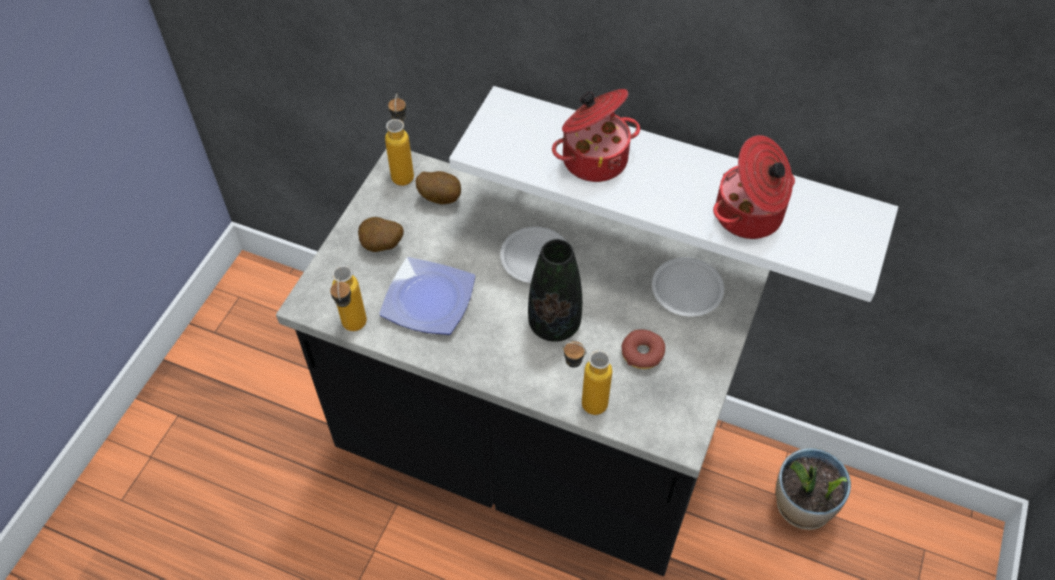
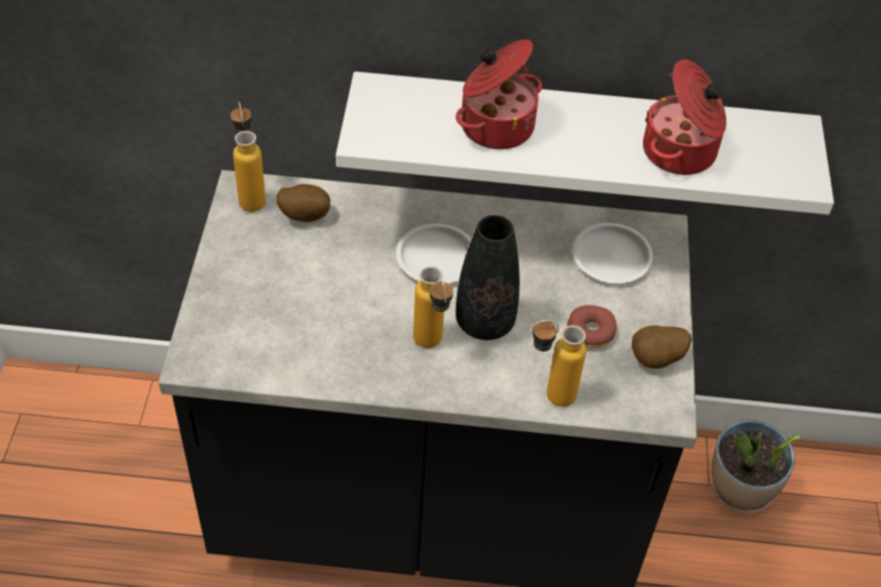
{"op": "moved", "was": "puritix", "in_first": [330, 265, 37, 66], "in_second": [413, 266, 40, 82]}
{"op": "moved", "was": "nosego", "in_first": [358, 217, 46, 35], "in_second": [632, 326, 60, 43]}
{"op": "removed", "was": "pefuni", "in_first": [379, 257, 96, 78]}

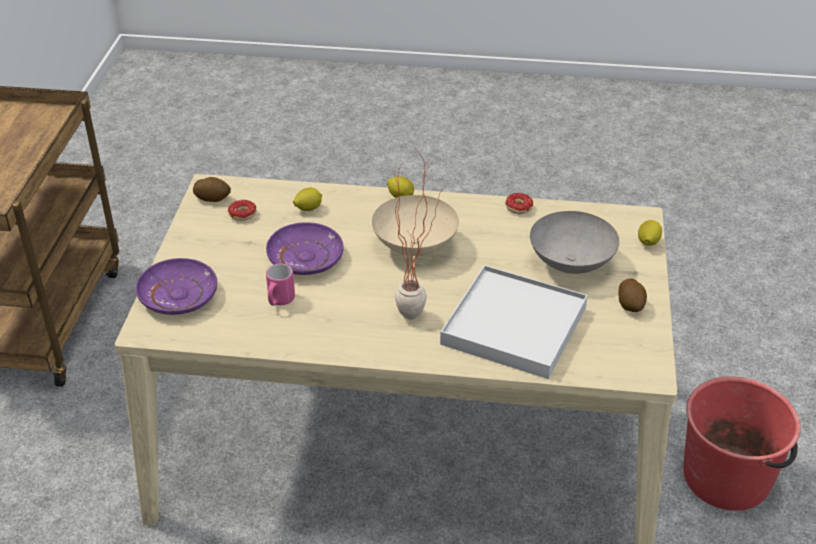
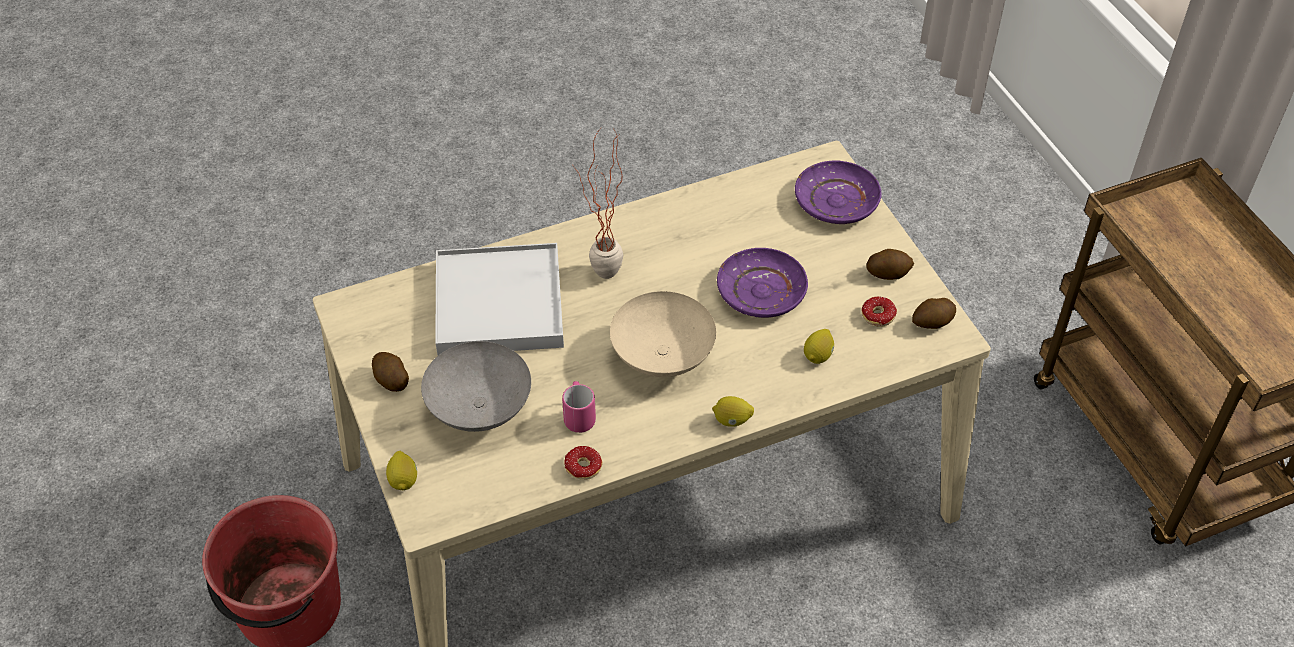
{"op": "moved", "was": "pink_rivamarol", "in_first": [266, 264, 29, 42], "in_second": [562, 381, 34, 52]}
{"op": "added", "now": "nosego", "in_second": [866, 249, 48, 31]}

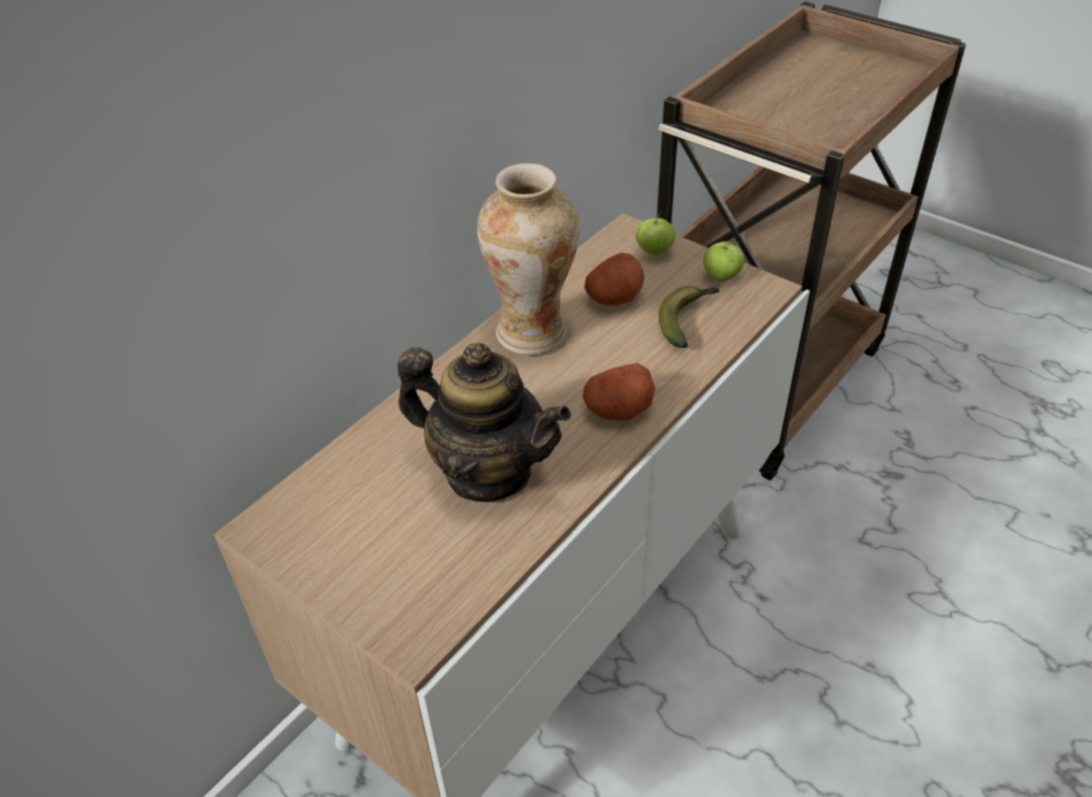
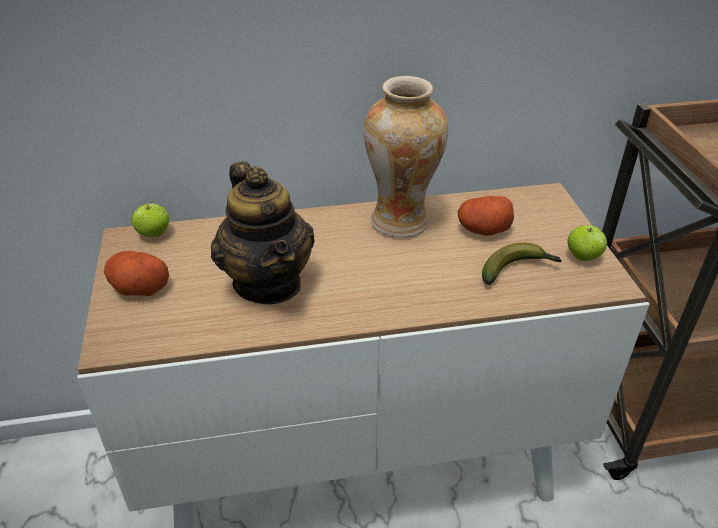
{"op": "moved", "was": "nosego", "in_first": [583, 363, 72, 58], "in_second": [104, 251, 65, 45]}
{"op": "moved", "was": "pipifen", "in_first": [635, 212, 40, 43], "in_second": [132, 201, 37, 36]}

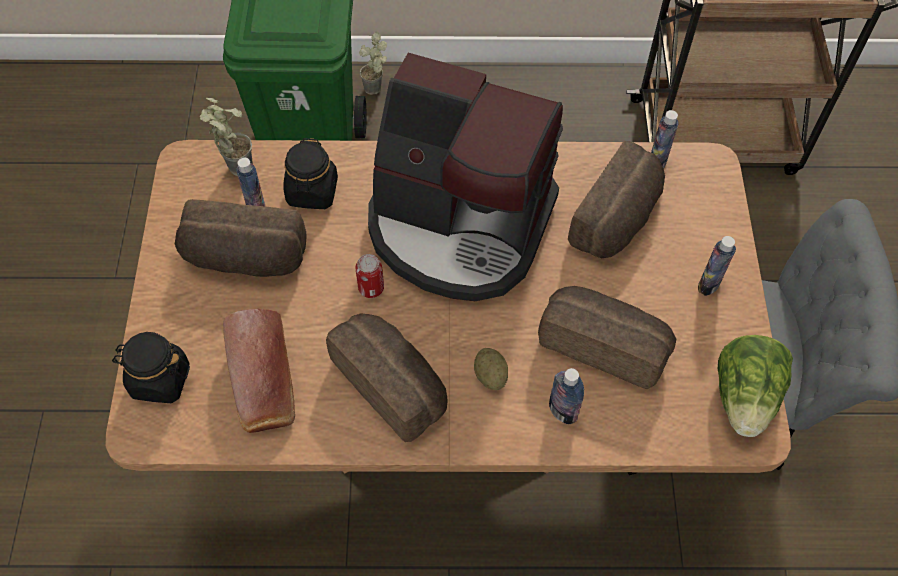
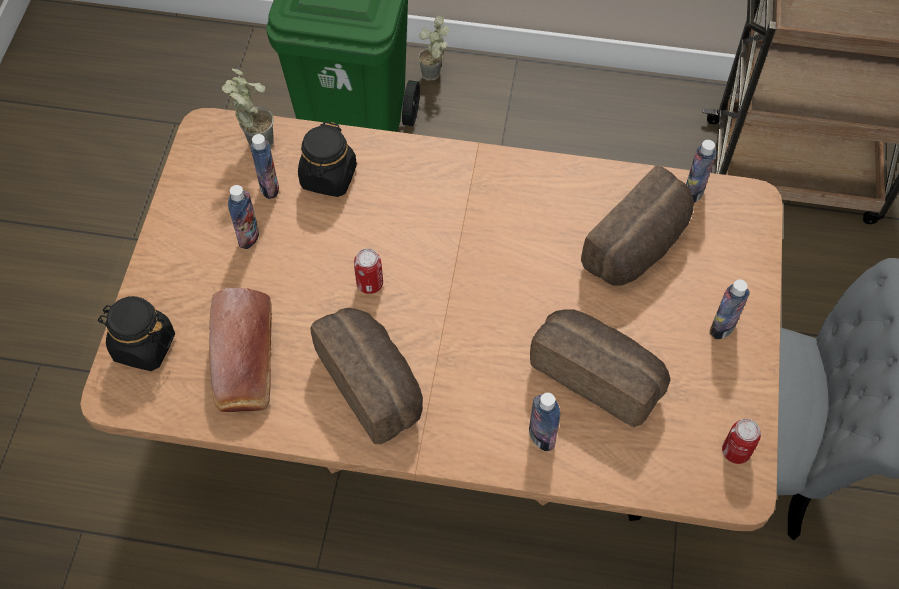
{"op": "replaced", "was": "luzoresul", "now": "puritix", "in_first": [175, 199, 132, 78], "in_second": [228, 185, 31, 64]}
{"op": "replaced", "was": "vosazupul", "now": "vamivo", "in_first": [718, 335, 75, 102], "in_second": [722, 419, 39, 45]}
{"op": "removed", "was": "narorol", "in_first": [368, 53, 195, 248]}
{"op": "removed", "was": "nosego", "in_first": [474, 348, 34, 42]}

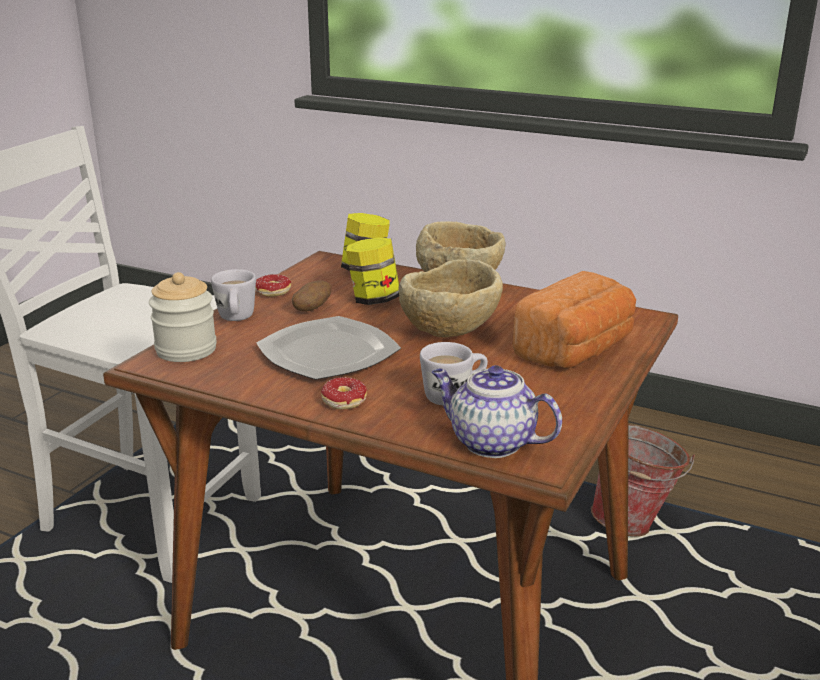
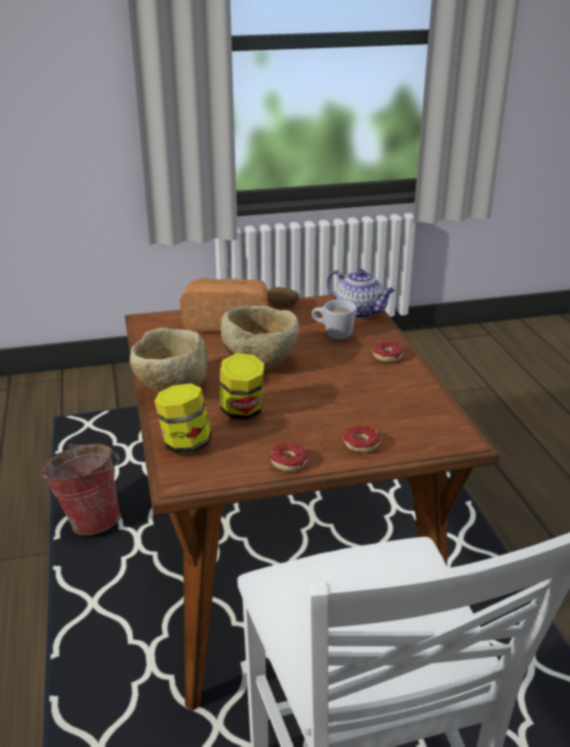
{"op": "moved", "was": "nosego", "in_first": [292, 280, 40, 32], "in_second": [267, 287, 32, 20]}
{"op": "turned", "was": "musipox", "in_first": [432, 365, 130, 93], "in_second": [327, 269, 68, 50], "clockwise": -45}
{"op": "replaced", "was": "white_rivamarol", "now": "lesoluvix", "in_first": [211, 269, 45, 52], "in_second": [344, 426, 37, 27]}
{"op": "removed", "was": "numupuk", "in_first": [149, 272, 68, 90]}
{"op": "removed", "was": "pefuni", "in_first": [257, 316, 144, 64]}

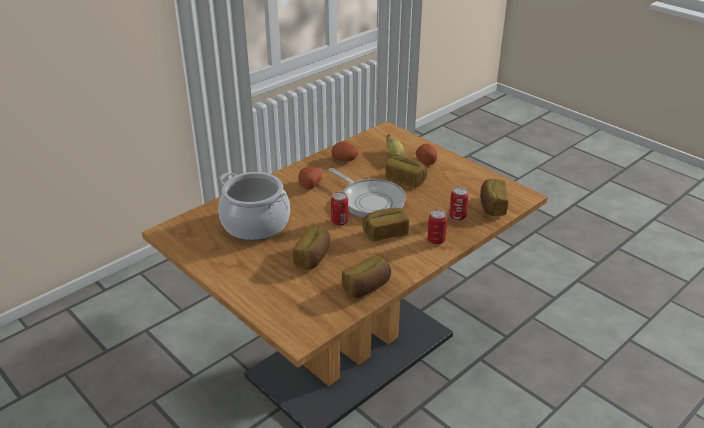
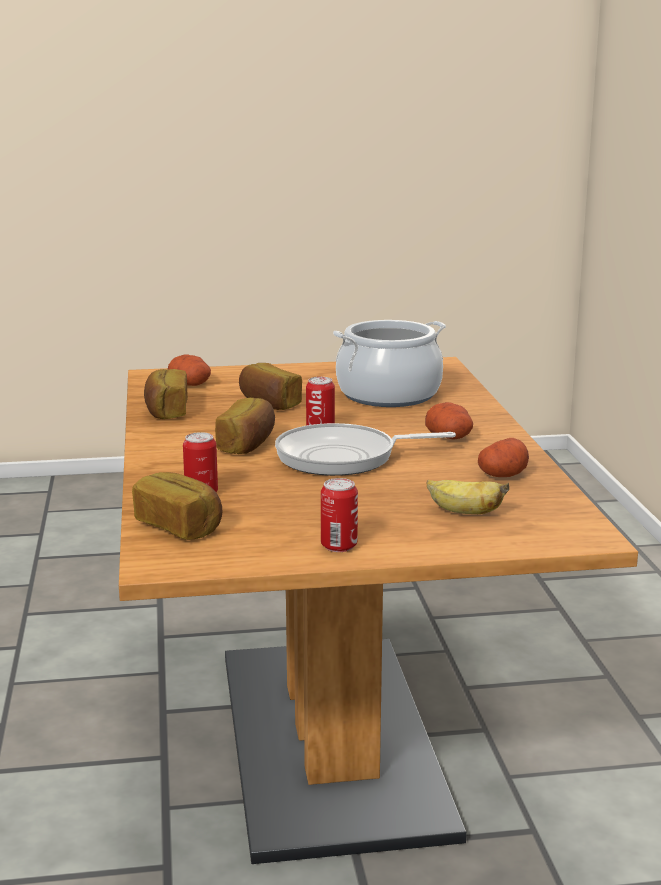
{"op": "moved", "was": "nosego", "in_first": [416, 144, 21, 21], "in_second": [168, 354, 43, 32]}
{"op": "moved", "was": "vamivo", "in_first": [428, 210, 19, 35], "in_second": [321, 478, 37, 74]}
{"op": "removed", "was": "luzoresul", "in_first": [385, 156, 42, 32]}

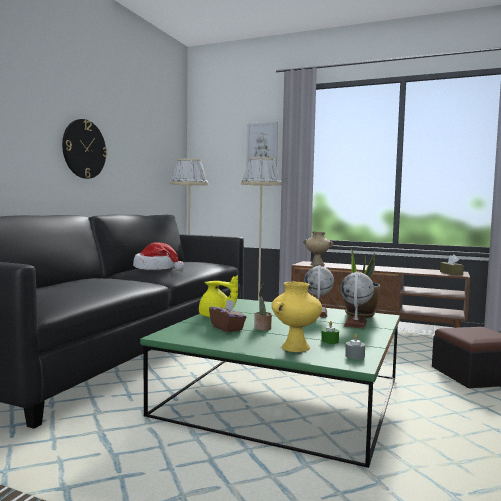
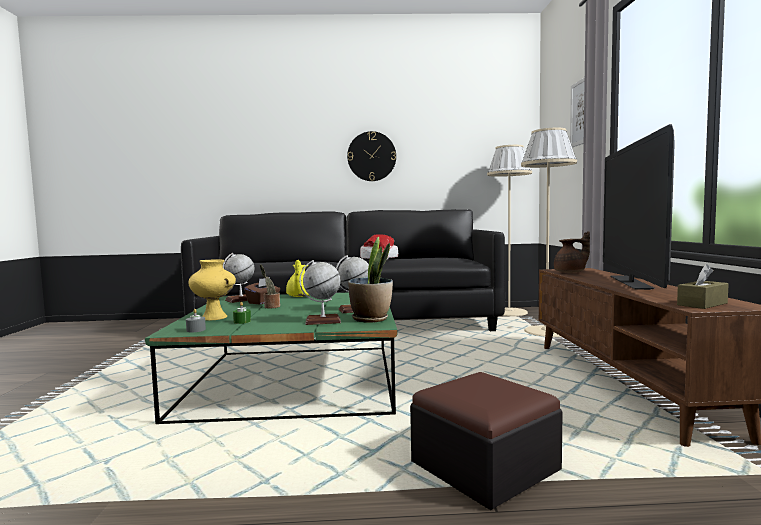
{"op": "added", "now": "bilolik", "in_second": [223, 253, 31, 50]}
{"op": "replaced", "was": "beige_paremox", "now": "brown_musipox", "in_first": [303, 232, 30, 34], "in_second": [554, 231, 36, 41]}
{"op": "added", "now": "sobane", "in_second": [603, 124, 72, 166]}

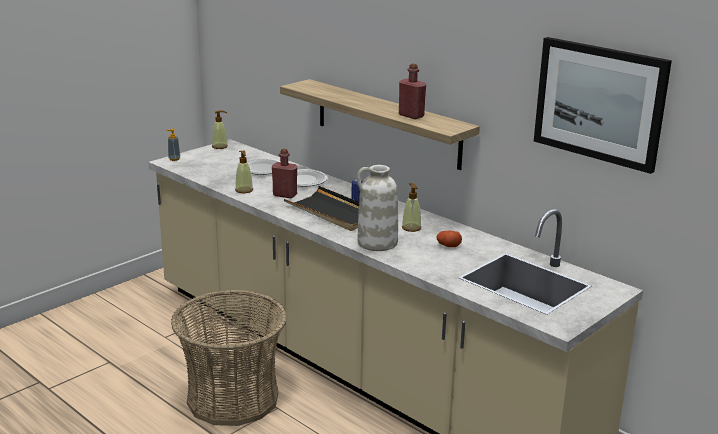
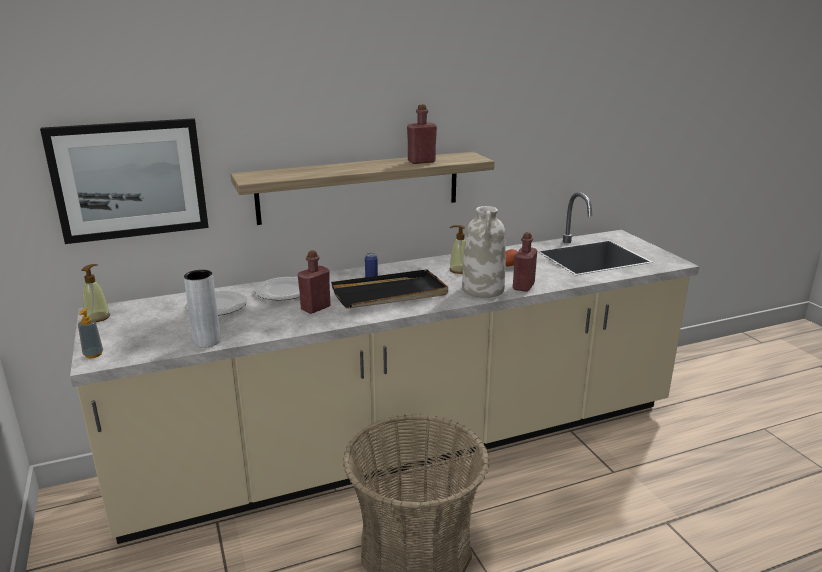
{"op": "moved", "was": "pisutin", "in_first": [534, 37, 138, 137], "in_second": [40, 118, 169, 126]}
{"op": "added", "now": "grey_paremox", "in_second": [184, 270, 37, 78]}
{"op": "added", "now": "red_puritix", "in_second": [513, 232, 24, 60]}
{"op": "removed", "was": "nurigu", "in_first": [235, 150, 18, 43]}

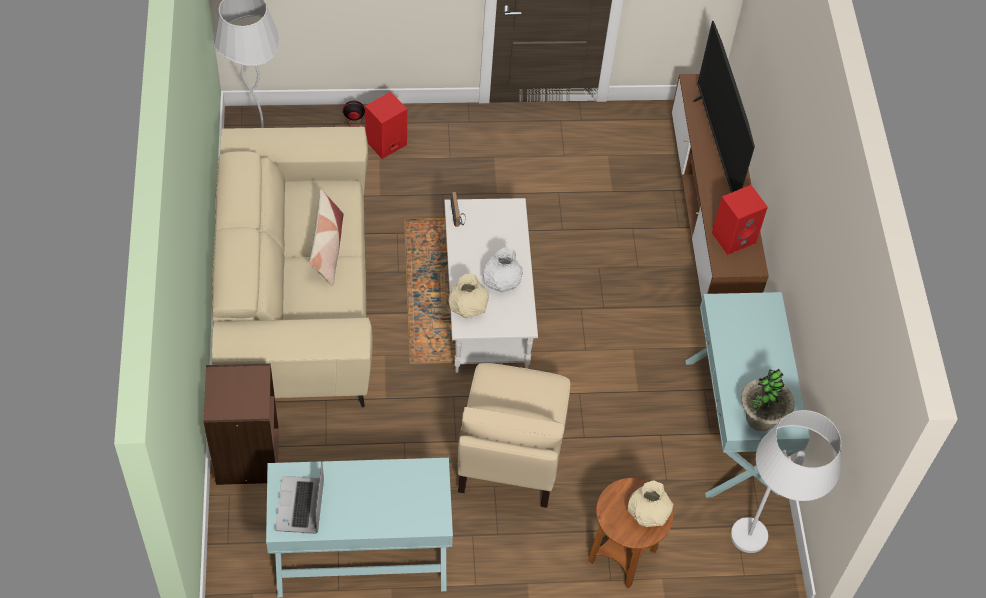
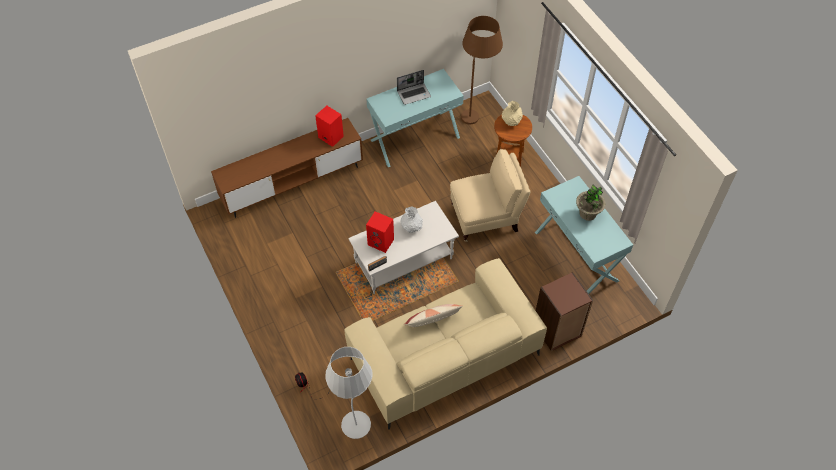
{"op": "moved", "was": "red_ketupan", "in_first": [365, 92, 42, 67], "in_second": [366, 211, 28, 42]}
{"op": "moved", "was": "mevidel", "in_first": [275, 460, 49, 74], "in_second": [397, 70, 34, 35]}
{"op": "recoloured", "was": "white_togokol", "now": "brown_togokol", "in_first": [731, 410, 110, 143], "in_second": [461, 16, 42, 108]}
{"op": "moved", "was": "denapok", "in_first": [741, 369, 54, 62], "in_second": [576, 185, 30, 36]}
{"op": "removed", "was": "beige_paremox", "in_first": [449, 274, 40, 44]}
{"op": "removed", "was": "sobane", "in_first": [693, 21, 62, 172]}

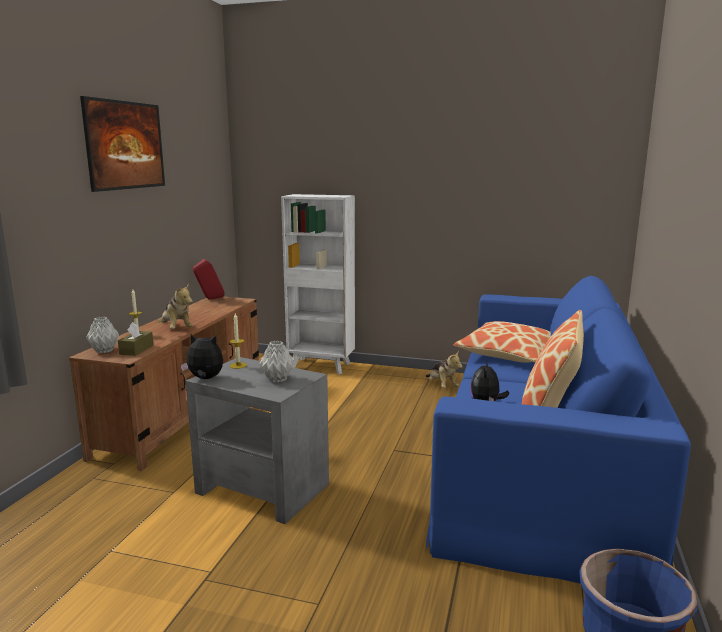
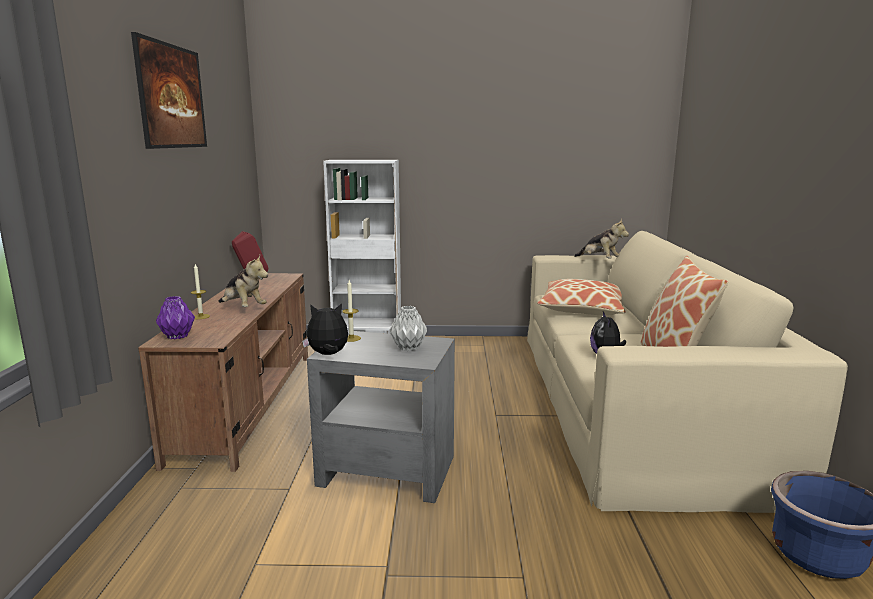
{"op": "recoloured", "was": "grey_paremox", "now": "purple_paremox", "in_first": [86, 317, 33, 36], "in_second": [156, 296, 39, 43]}
{"op": "recoloured", "was": "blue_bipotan", "now": "beige_bipotan", "in_first": [426, 276, 265, 308], "in_second": [527, 231, 321, 282]}
{"op": "moved", "was": "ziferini", "in_first": [426, 351, 37, 37], "in_second": [574, 219, 55, 39]}
{"op": "removed", "was": "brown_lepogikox", "in_first": [118, 322, 35, 34]}

